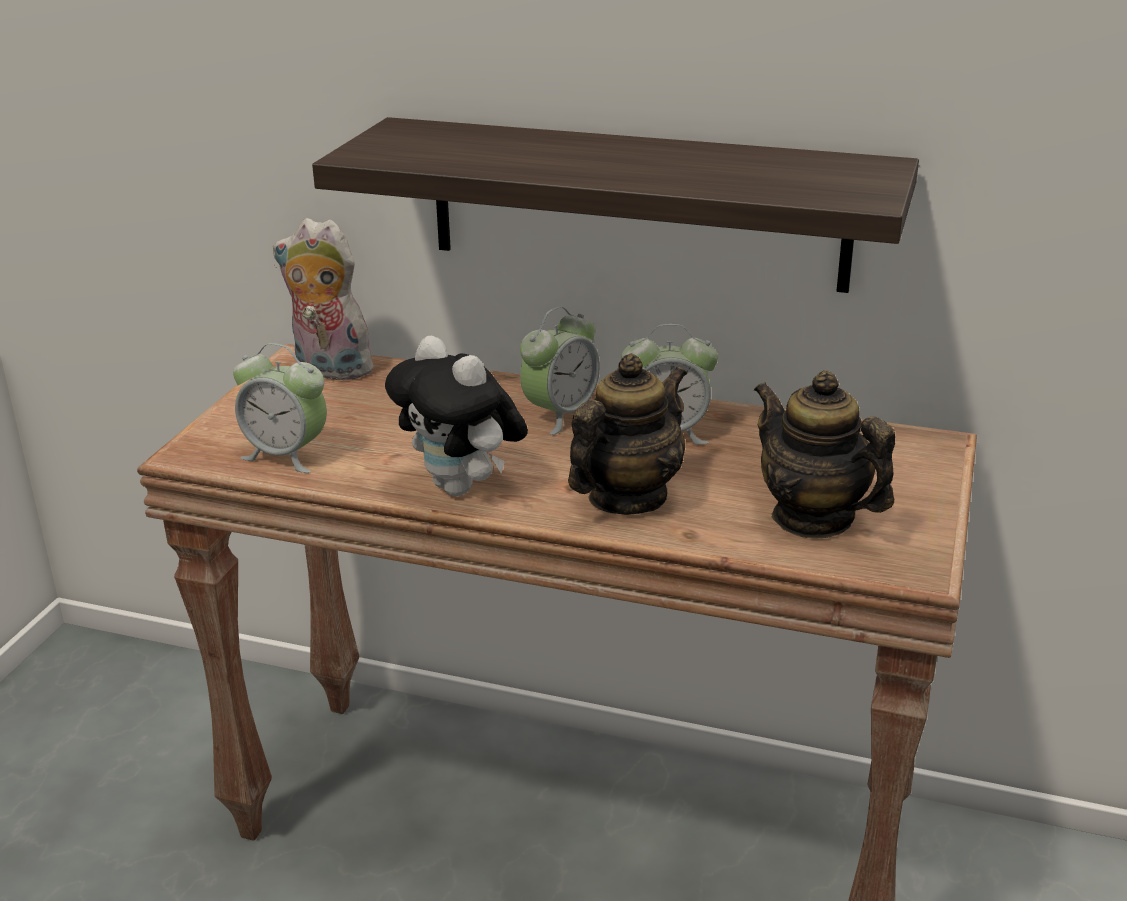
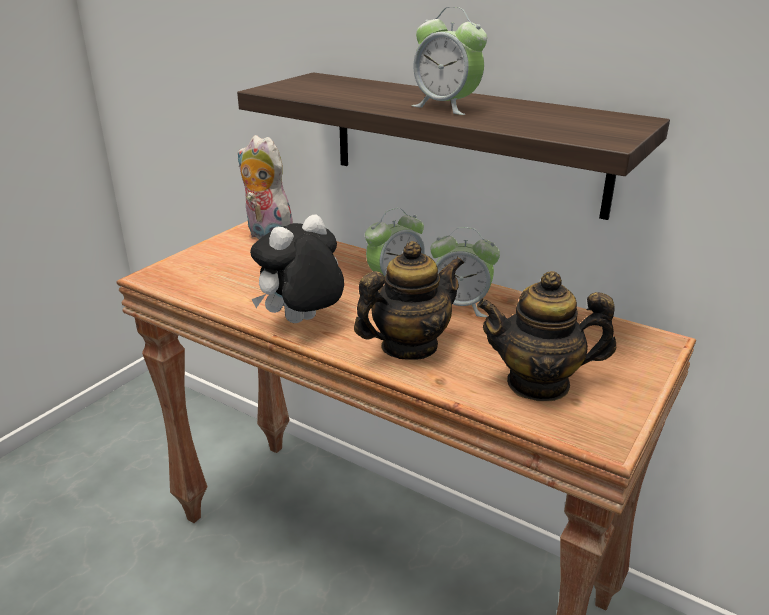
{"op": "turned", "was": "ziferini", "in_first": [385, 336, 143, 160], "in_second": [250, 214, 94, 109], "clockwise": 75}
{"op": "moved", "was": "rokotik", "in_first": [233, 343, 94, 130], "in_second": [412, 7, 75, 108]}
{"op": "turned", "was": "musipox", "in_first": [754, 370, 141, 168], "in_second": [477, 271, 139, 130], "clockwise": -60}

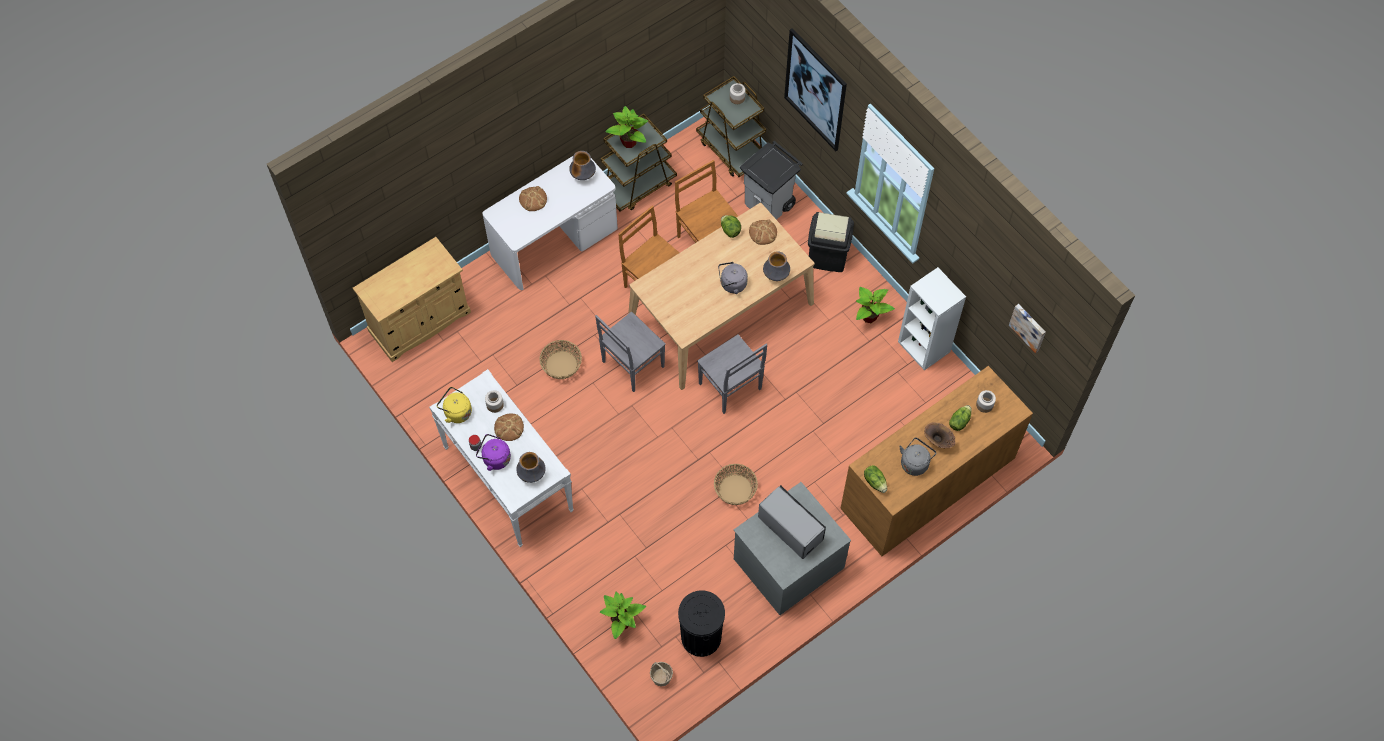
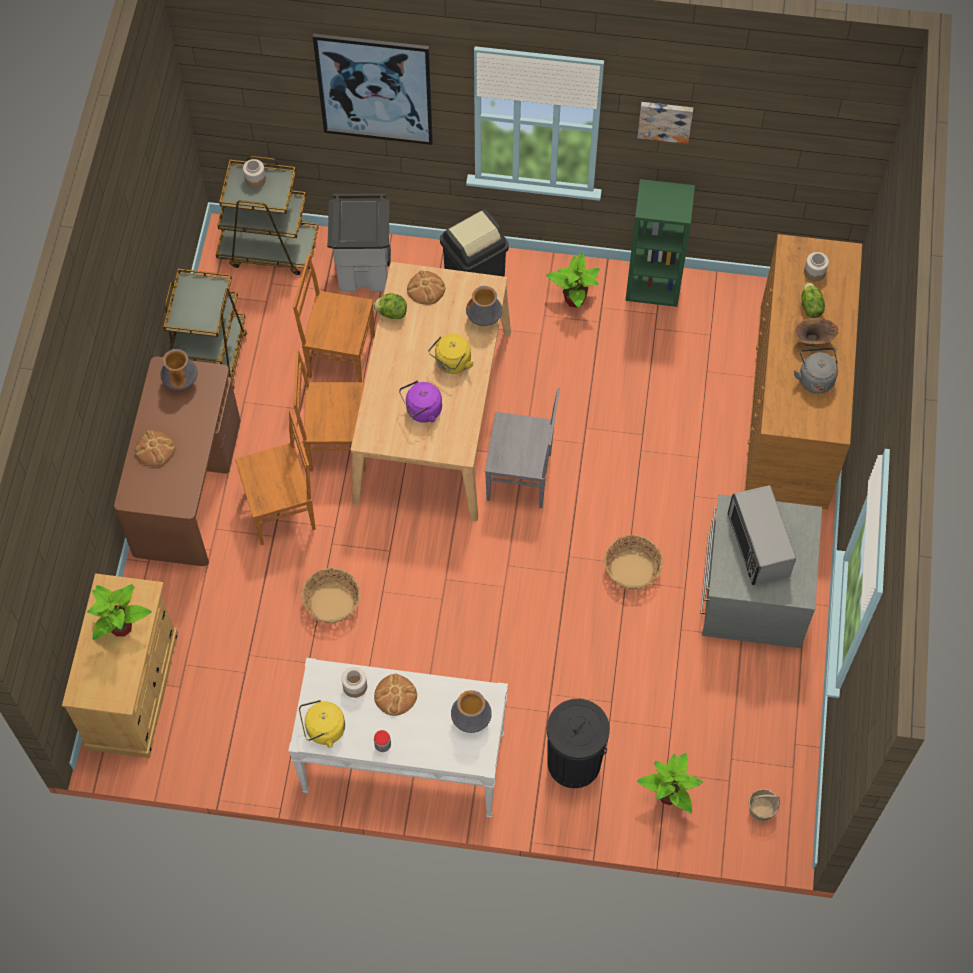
{"op": "moved", "was": "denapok", "in_first": [605, 106, 43, 42], "in_second": [87, 584, 65, 56]}
{"op": "recoloured", "was": "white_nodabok", "now": "brown_nodabok", "in_first": [482, 156, 136, 134], "in_second": [114, 357, 126, 209]}
{"op": "added", "now": "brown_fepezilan", "in_second": [235, 409, 81, 136]}
{"op": "moved", "was": "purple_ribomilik", "in_first": [476, 434, 35, 37], "in_second": [399, 381, 43, 42]}
{"op": "recoloured", "was": "grey_ribomilik", "now": "yellow_ribomilik", "in_first": [718, 262, 30, 32], "in_second": [428, 334, 46, 40]}
{"op": "moved", "was": "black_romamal", "in_first": [678, 590, 47, 67], "in_second": [547, 699, 63, 89]}
{"op": "recoloured", "was": "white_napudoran", "now": "green_napudoran", "in_first": [898, 267, 68, 103], "in_second": [625, 179, 70, 128]}
{"op": "moved", "was": "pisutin", "in_first": [1009, 304, 37, 49], "in_second": [637, 102, 56, 42]}
{"op": "turned", "was": "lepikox", "in_first": [758, 485, 68, 74], "in_second": [728, 485, 68, 100], "clockwise": -105}
{"op": "removed", "was": "grey_fepezilan", "in_first": [595, 311, 71, 81]}
{"op": "removed", "was": "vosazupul", "in_first": [864, 465, 23, 28]}

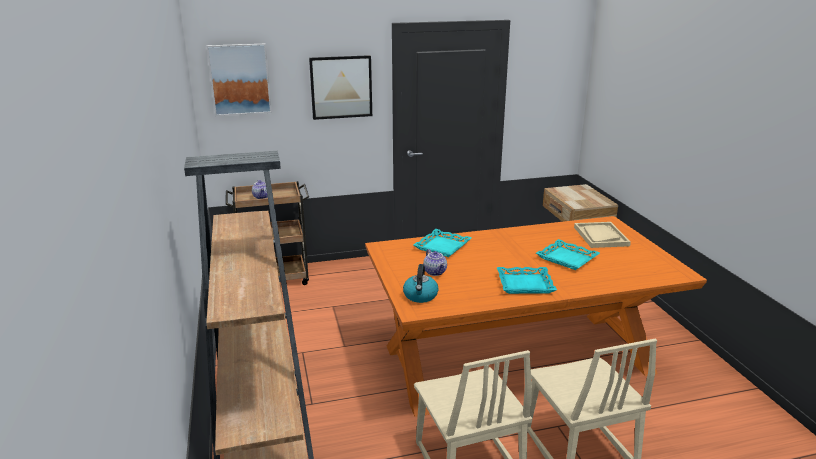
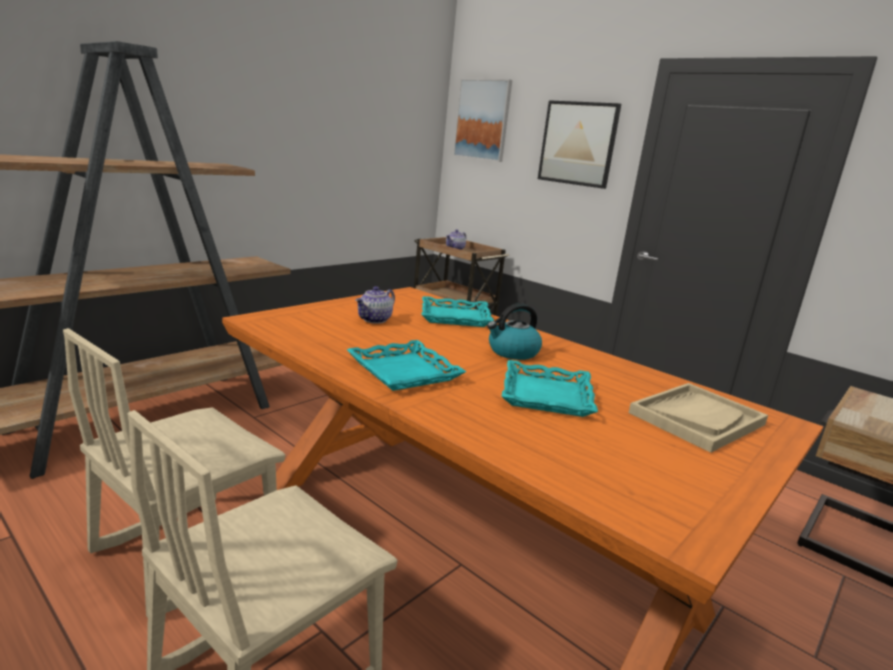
{"op": "moved", "was": "ribomilik", "in_first": [403, 264, 35, 39], "in_second": [487, 303, 55, 57]}

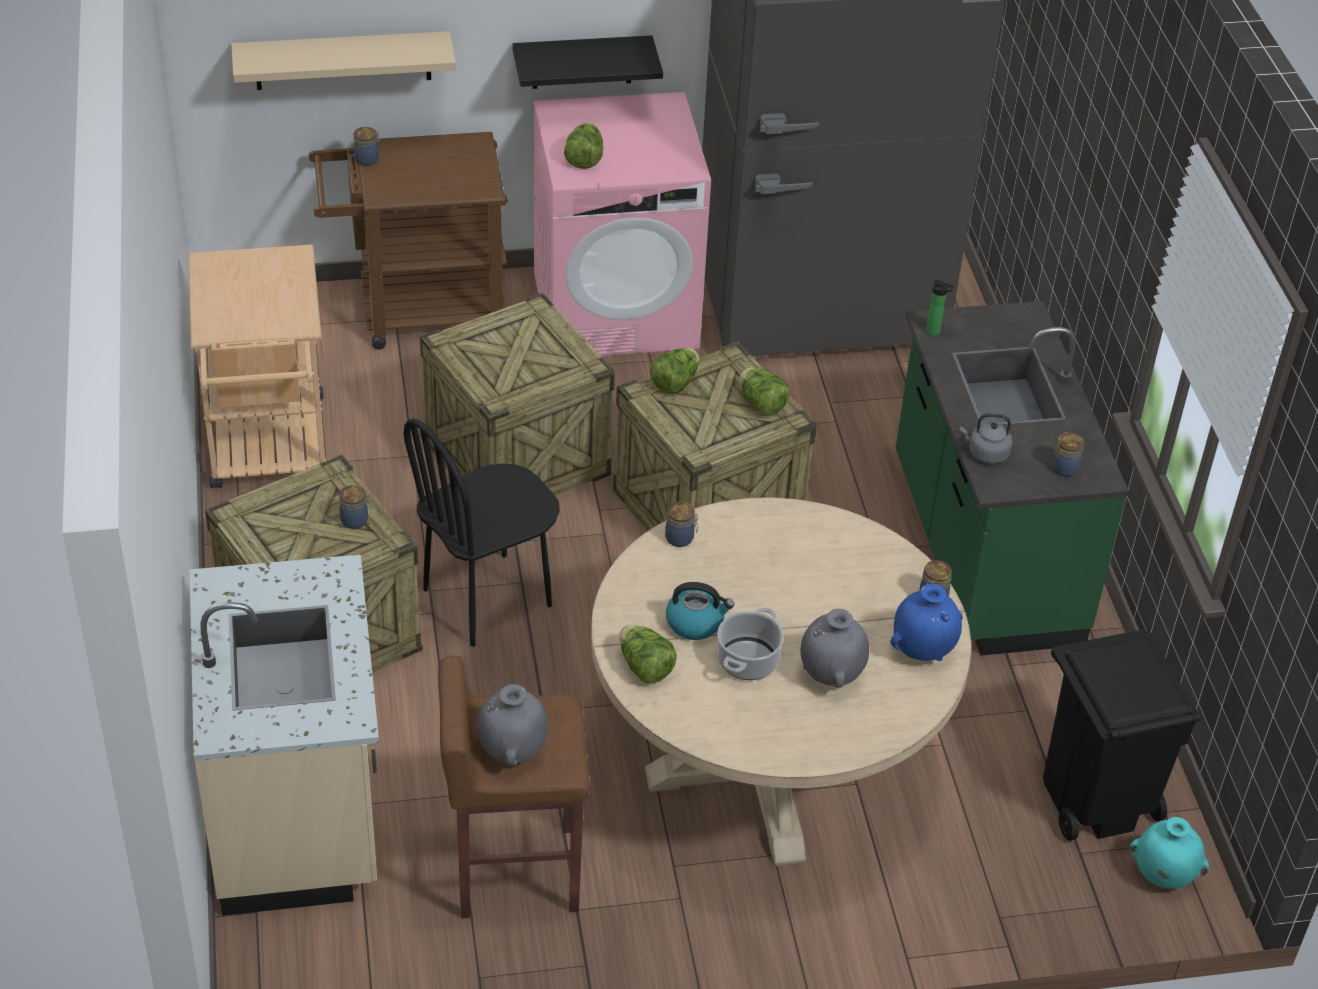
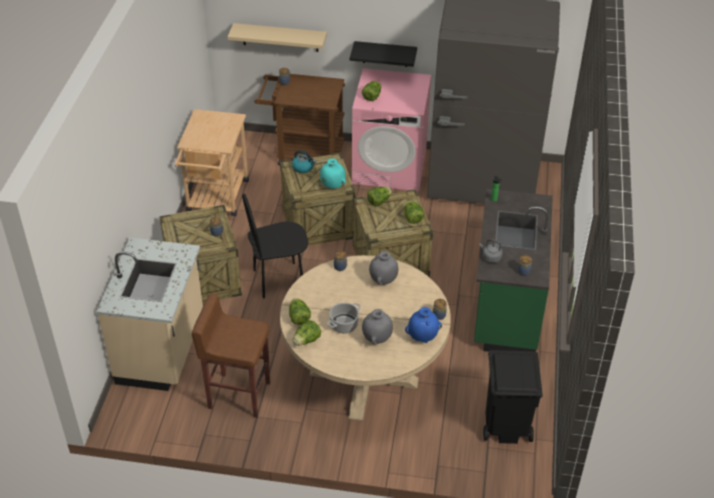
{"op": "moved", "was": "ribomilik", "in_first": [666, 582, 68, 58], "in_second": [292, 150, 24, 23]}
{"op": "added", "now": "vosazupul", "in_second": [293, 320, 28, 26]}
{"op": "moved", "was": "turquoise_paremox", "in_first": [1129, 817, 80, 72], "in_second": [320, 158, 26, 31]}
{"op": "moved", "was": "grey_paremox", "in_first": [477, 684, 71, 81], "in_second": [369, 251, 29, 33]}

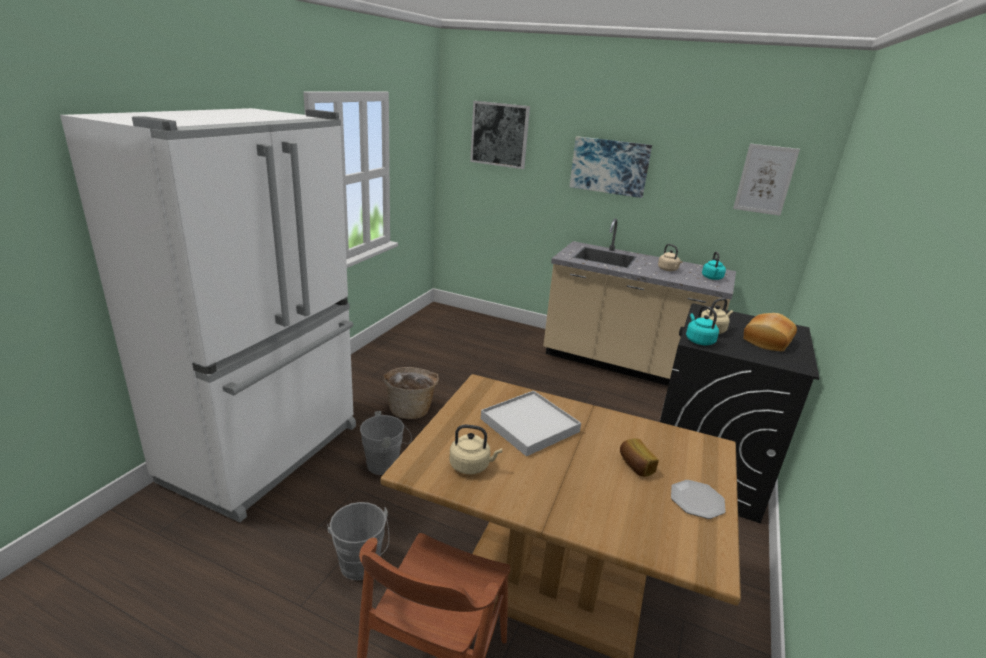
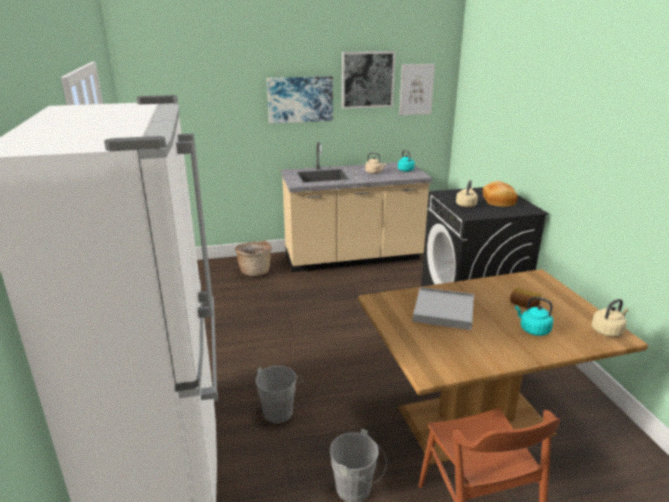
{"op": "moved", "was": "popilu", "in_first": [383, 367, 56, 52], "in_second": [235, 240, 36, 36]}
{"op": "moved", "was": "pisutin", "in_first": [470, 101, 60, 68], "in_second": [342, 51, 53, 58]}
{"op": "moved", "was": "turquoise_ribomilik", "in_first": [686, 306, 33, 39], "in_second": [515, 297, 38, 39]}
{"op": "moved", "was": "beige_ribomilik", "in_first": [450, 425, 52, 49], "in_second": [592, 299, 37, 38]}
{"op": "removed", "was": "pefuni", "in_first": [671, 480, 55, 39]}

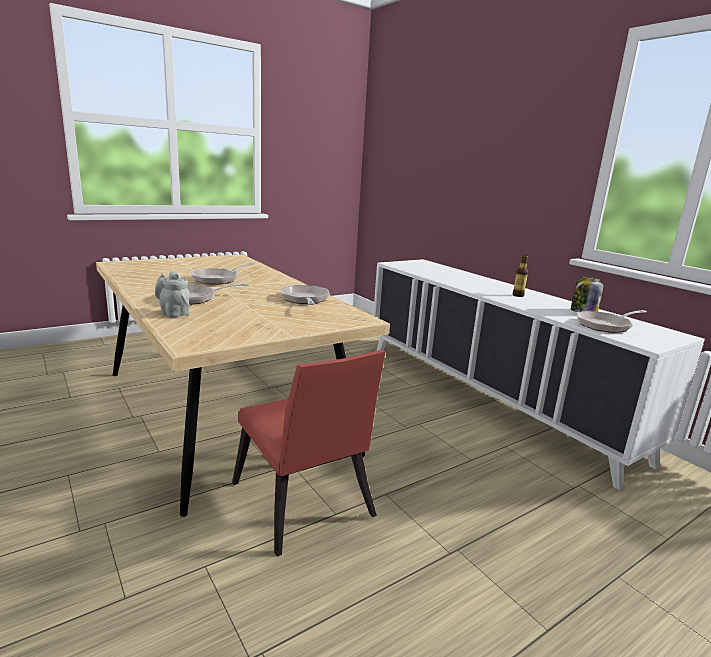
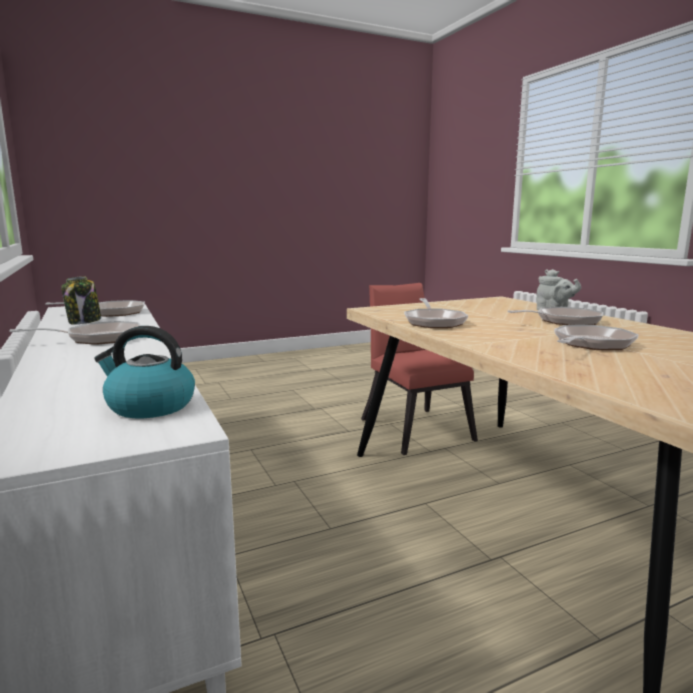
{"op": "replaced", "was": "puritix", "now": "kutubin", "in_first": [513, 255, 15, 42], "in_second": [9, 321, 132, 24]}
{"op": "added", "now": "ribomilik", "in_second": [94, 326, 101, 92]}

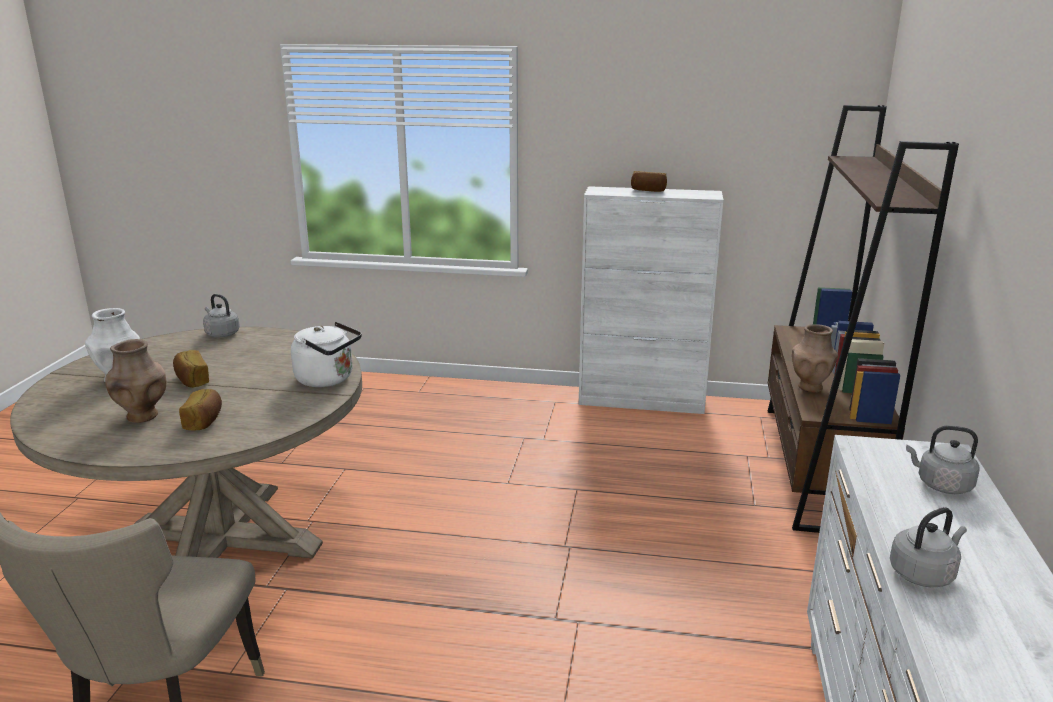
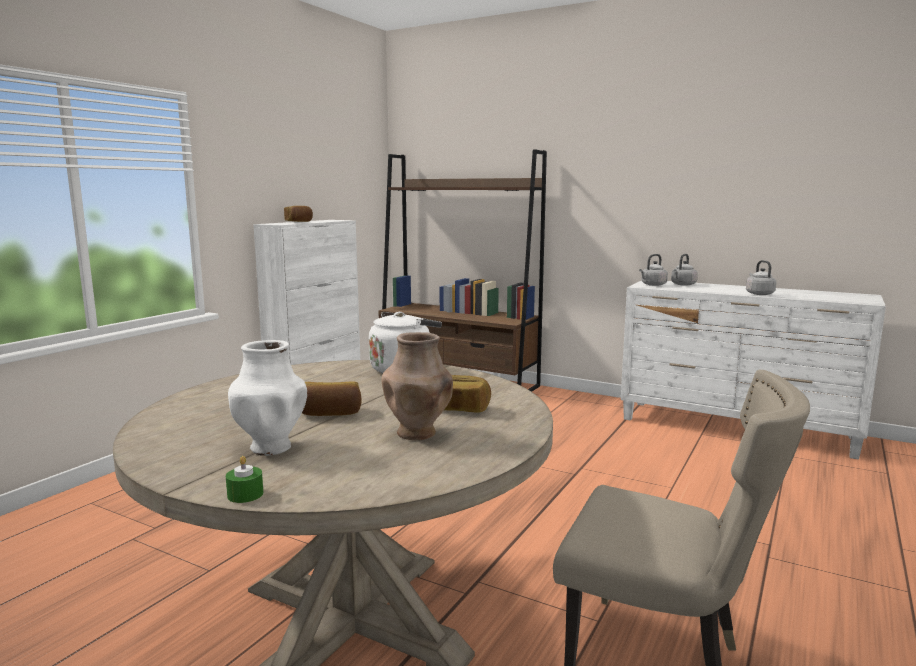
{"op": "added", "now": "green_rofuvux", "in_second": [226, 456, 37, 47]}
{"op": "moved", "was": "grey_ribomilik", "in_first": [203, 294, 37, 43], "in_second": [639, 254, 29, 32]}
{"op": "removed", "was": "brown_paremox", "in_first": [792, 324, 46, 69]}

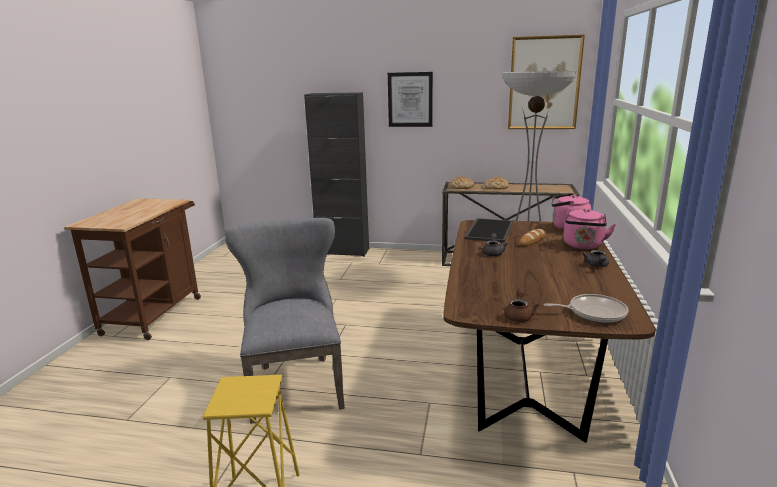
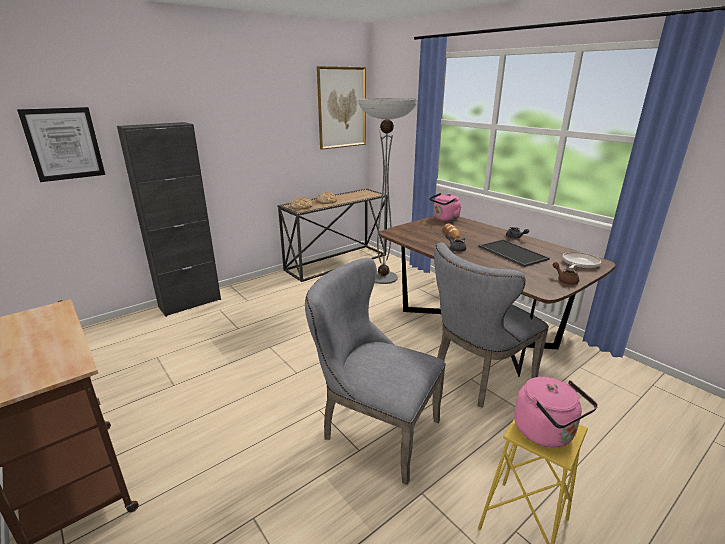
{"op": "moved", "was": "pisutin", "in_first": [388, 72, 45, 55], "in_second": [17, 107, 88, 75]}
{"op": "added", "now": "grey_fepezilan", "in_second": [434, 242, 115, 166]}
{"op": "moved", "was": "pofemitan", "in_first": [464, 218, 49, 25], "in_second": [479, 239, 71, 28]}
{"op": "moved", "was": "pink_ribomilik", "in_first": [563, 208, 53, 41], "in_second": [514, 377, 84, 70]}

